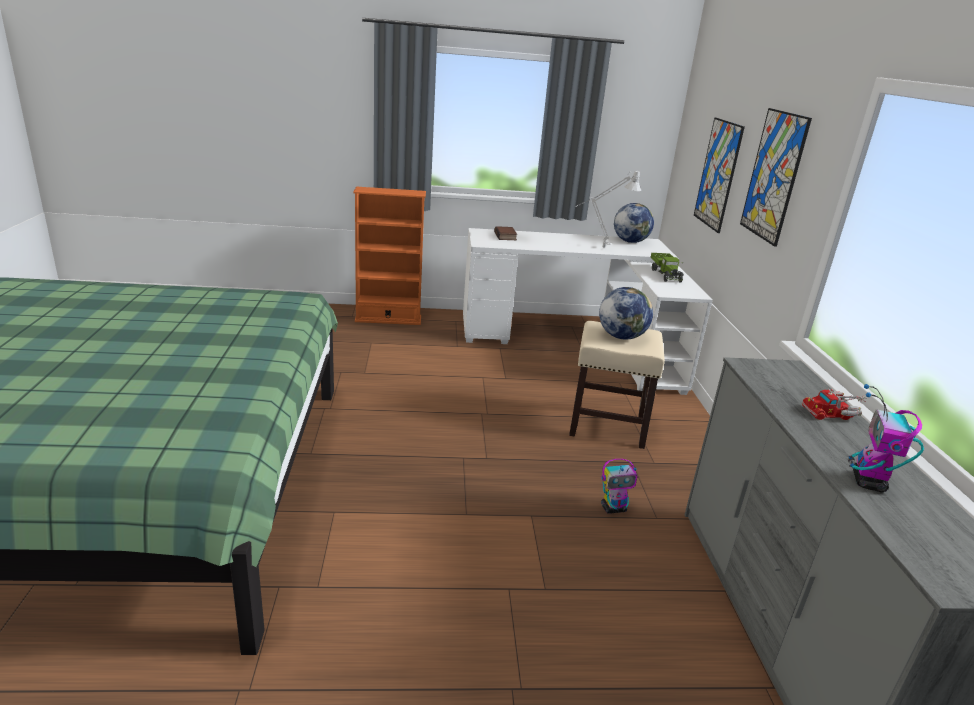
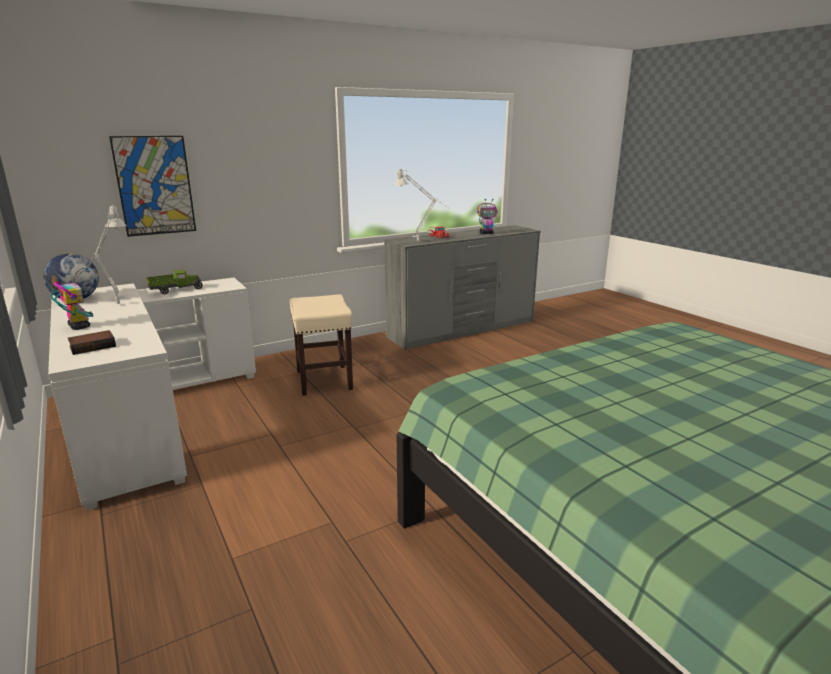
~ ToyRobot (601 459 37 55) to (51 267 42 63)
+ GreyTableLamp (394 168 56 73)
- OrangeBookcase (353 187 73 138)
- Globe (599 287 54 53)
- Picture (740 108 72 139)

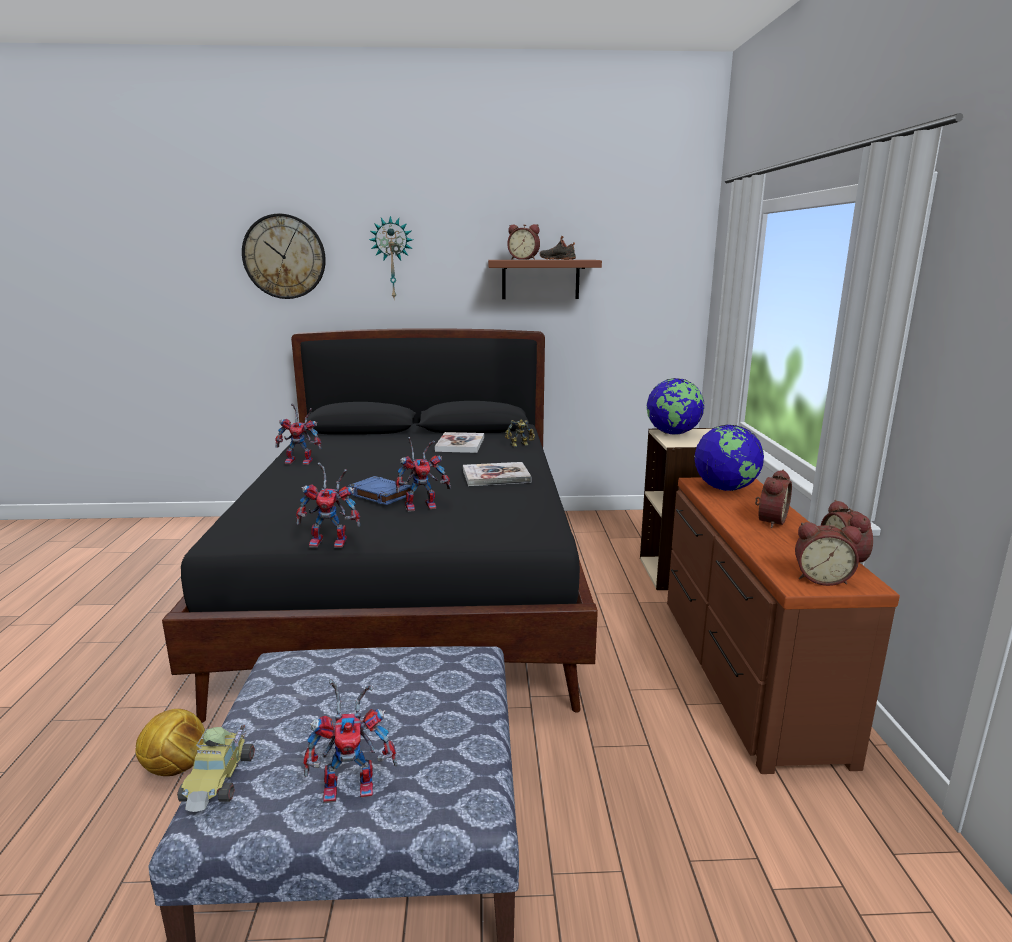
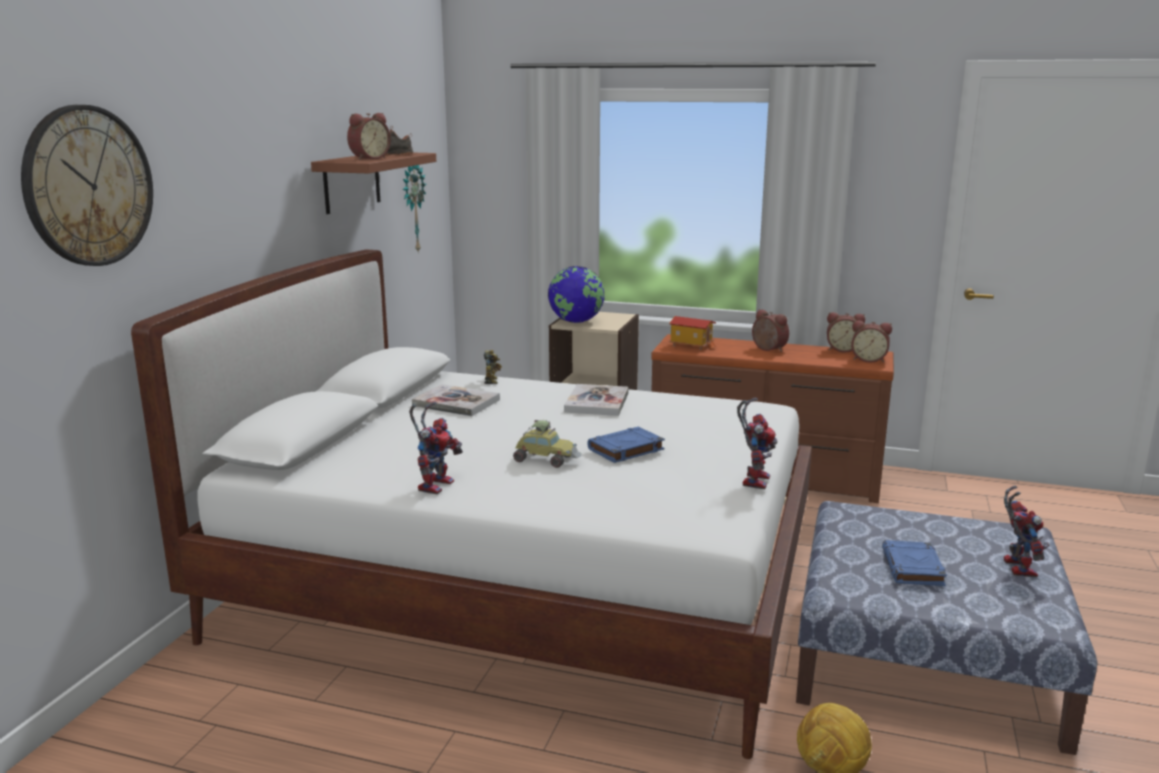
~ BlackBed (162 328 436 395) to WhiteBed (131 249 681 510)
~ WallClock (369 216 44 82) to (403 165 23 88)
~ ToyCar (177 725 78 87) to (513 420 69 48)
~ Globe (694 425 70 66) to ToyHouse (669 316 47 34)
~ AlarmClock (795 522 67 64) = (851 320 41 43) 75 degrees clockwise
+ BlueBook (882 540 65 46)
- ToyRobot (395 437 56 75)

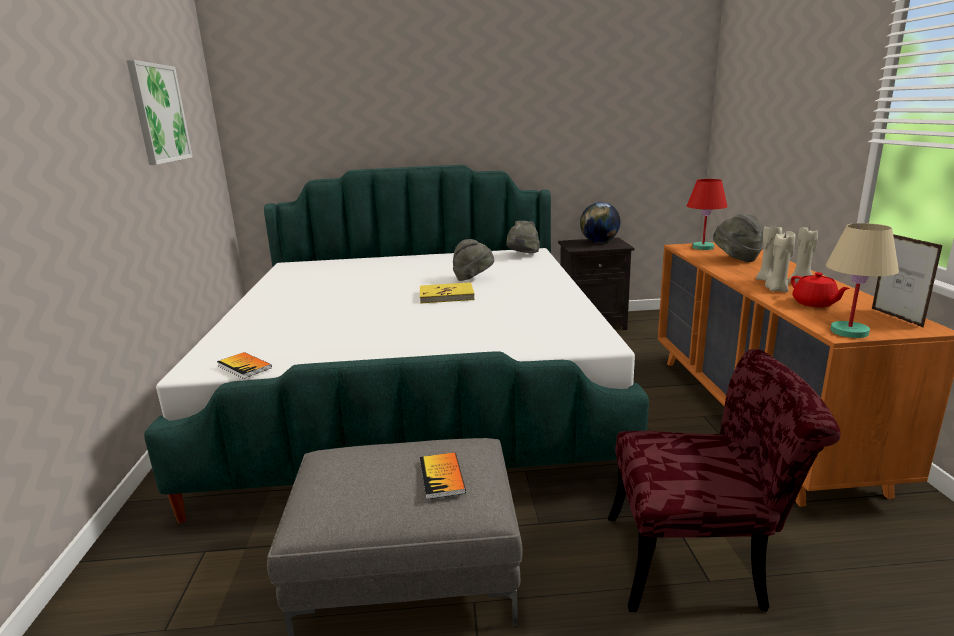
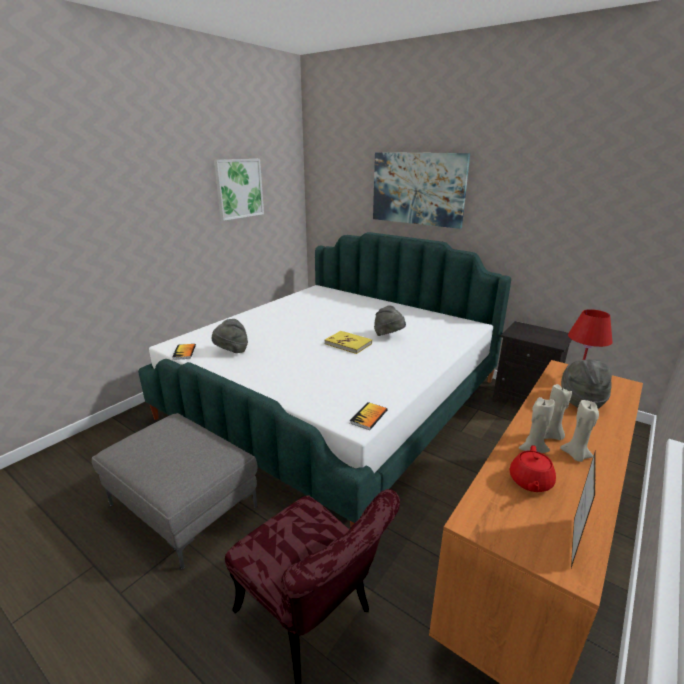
~ GreyHat (506 221 34 32) to (212 319 36 34)
~ Book (420 452 46 47) to (350 402 37 28)
+ Picture (373 152 97 77)
- Globe (580 202 40 41)
- BeigeTableLamp (826 223 73 115)

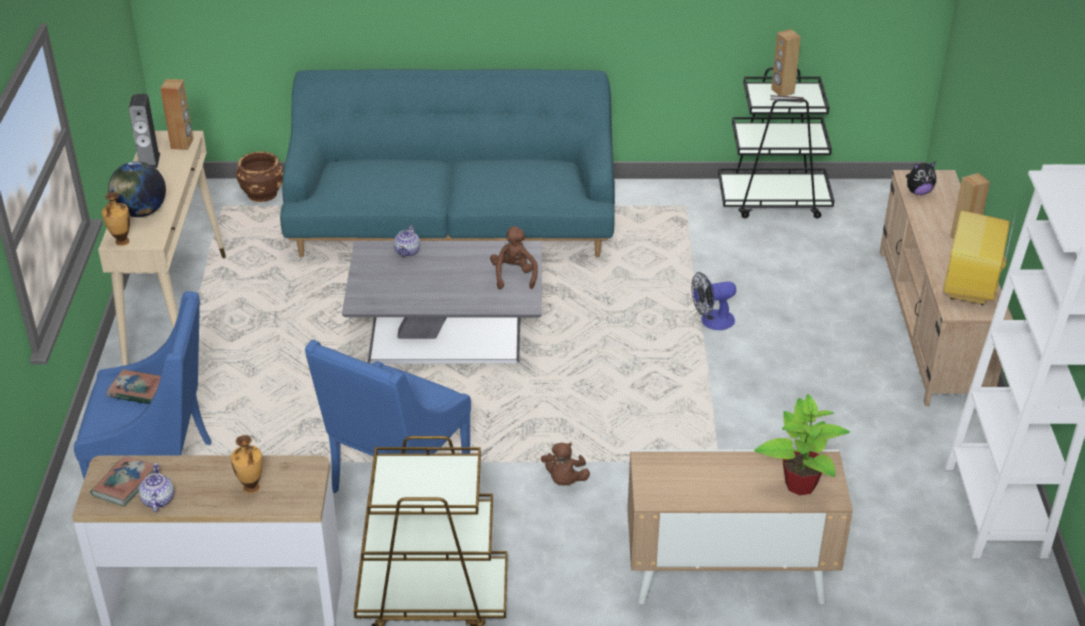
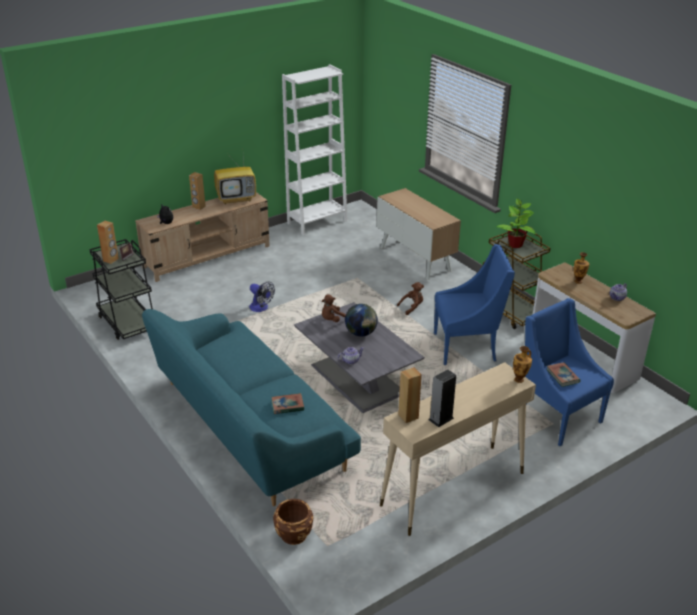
~ Book (91 455 62 52) to (271 393 33 21)
~ Globe (108 161 58 56) to (345 304 33 32)
~ PottedPlant (754 394 96 101) to (496 199 40 49)

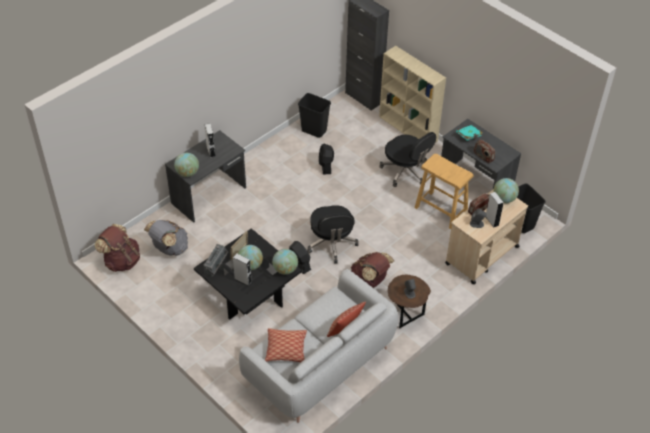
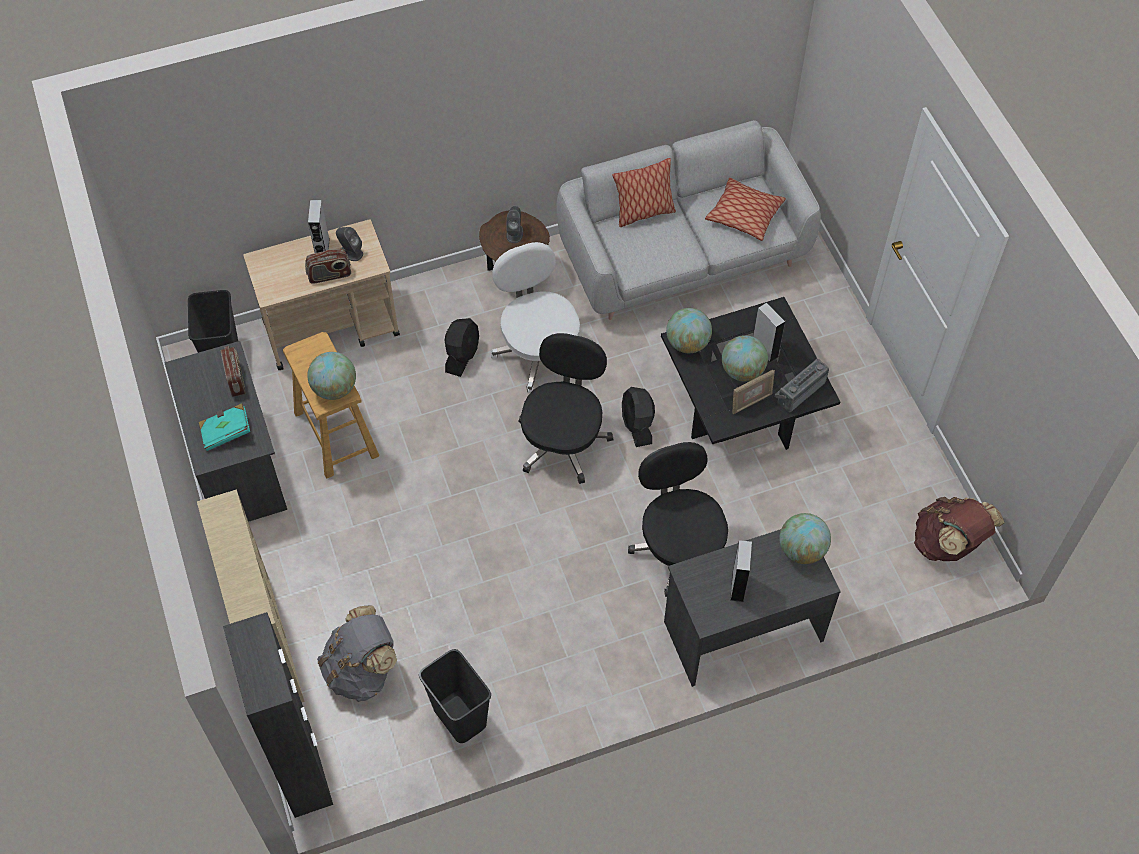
~ Globe (493 178 26 25) to (307 352 49 48)
~ GreyBackpack (144 220 44 36) to (317 605 80 97)
~ BlackFan (319 144 15 31) to (444 318 35 59)
~ BrownBackpack (351 252 43 36) to WhiteOfficeChair (491 242 89 151)
~ BlackOfficeChair (379 132 57 55) to (628 442 100 155)

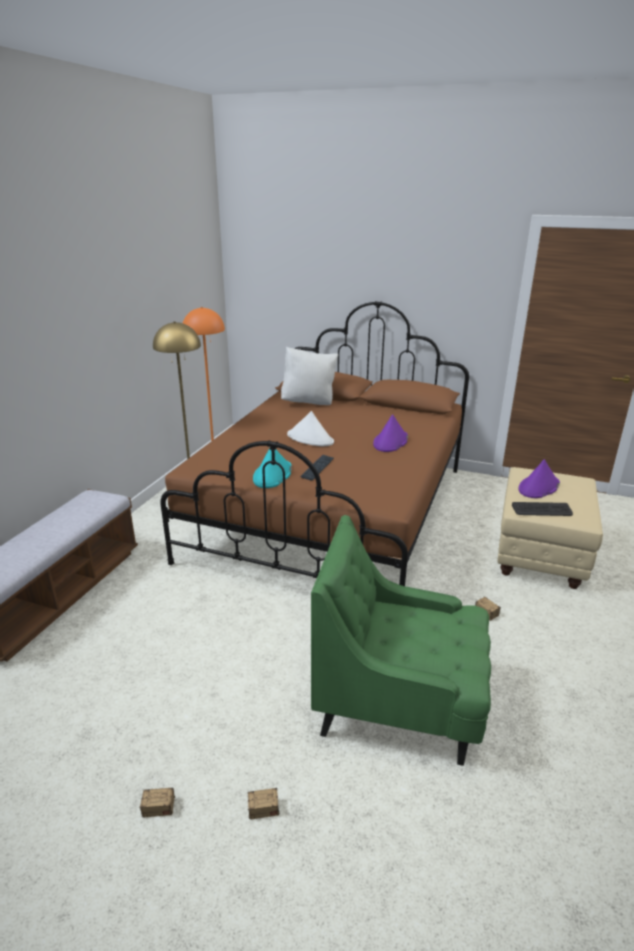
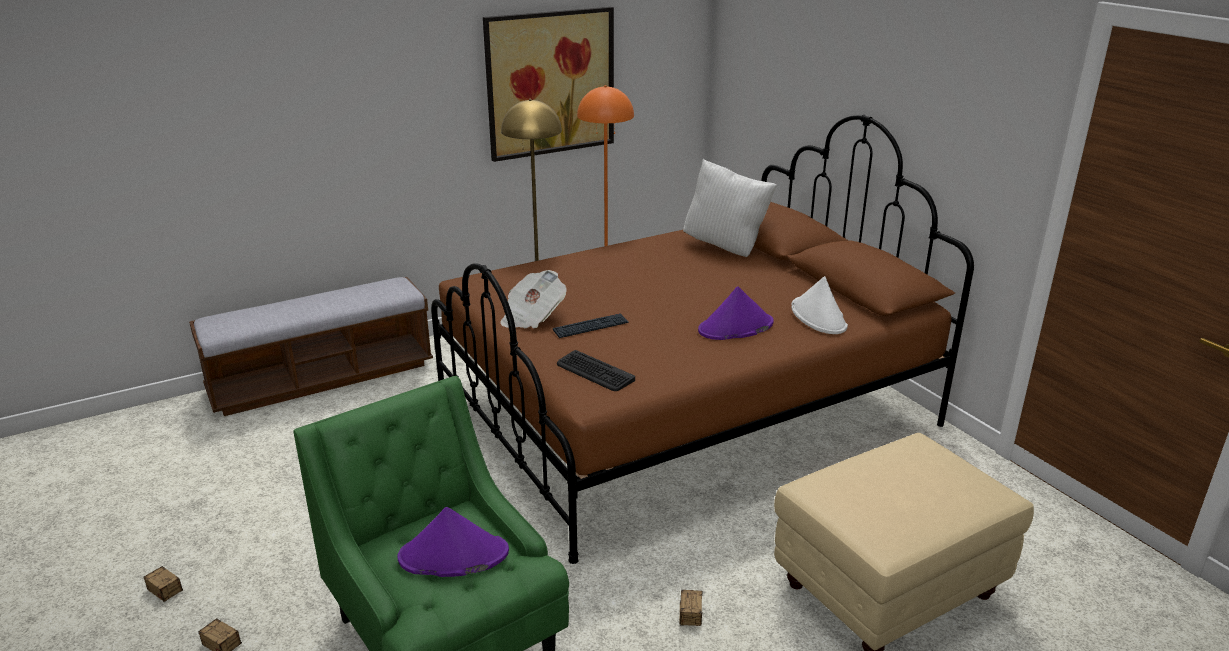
~ PurpleHat (518 459 42 39) to (397 507 112 70)
+ Picture (483 7 131 155)
~ TurquoiseHat (253 448 39 40) to Newspaper (500 270 67 59)
~ Keyboard (512 502 61 14) to (557 350 78 41)
~ WhiteHat (287 411 47 35) to (791 276 57 58)

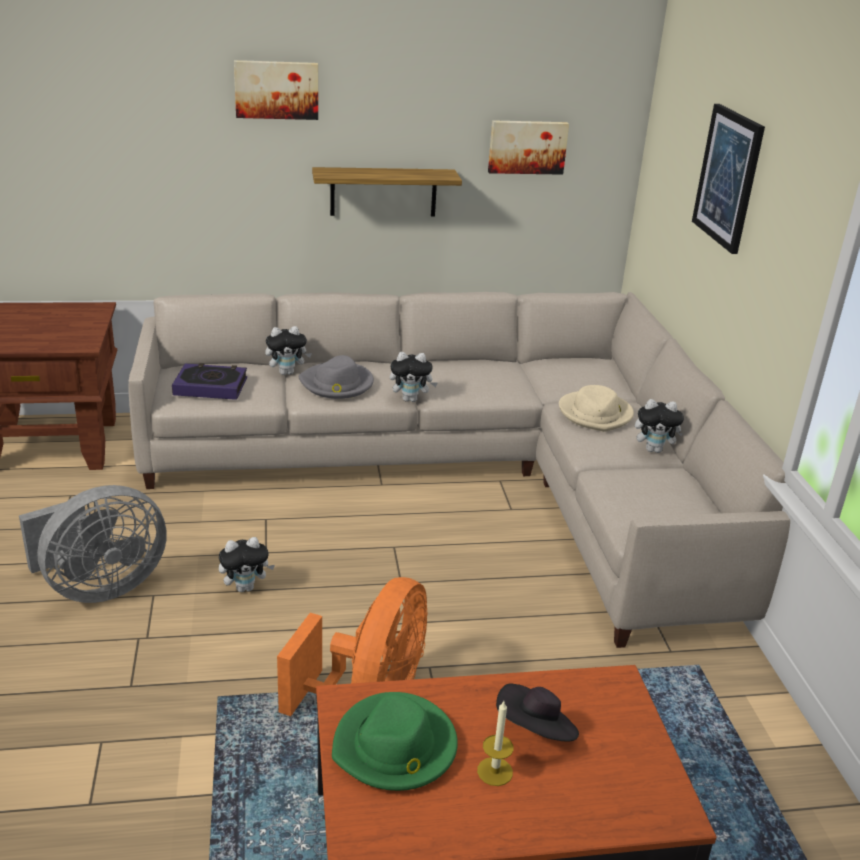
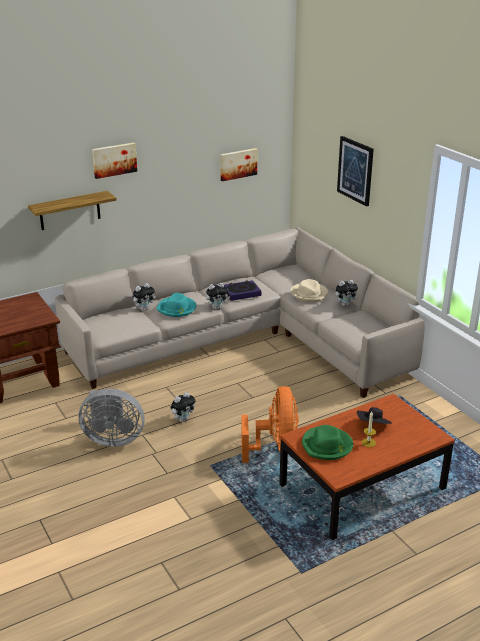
~ Shelf (312 167 150 50) to (28 191 89 39)
~ GreyFan (19 485 148 118) = (79 389 66 58) 60 degrees clockwise
~ GreyHat (298 355 76 44) to TurquoiseHat (156 293 40 24)
~ Book (172 363 75 37) to (224 280 37 21)

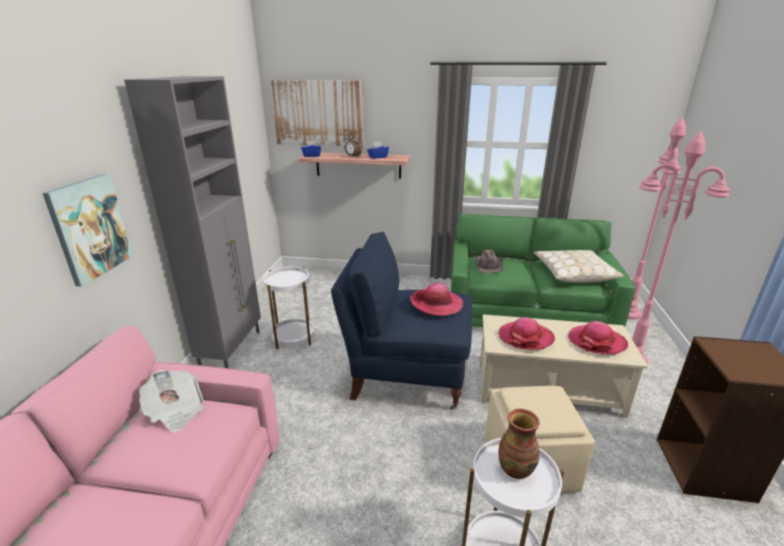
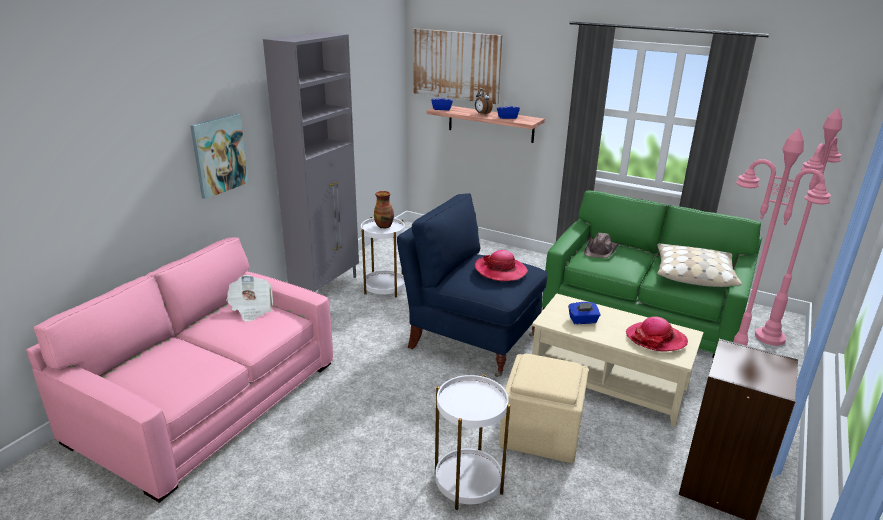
~ Vase (499 409 41 70) to (374 191 20 37)
~ Hat (498 317 57 33) to BlueTissueBox (568 302 33 22)

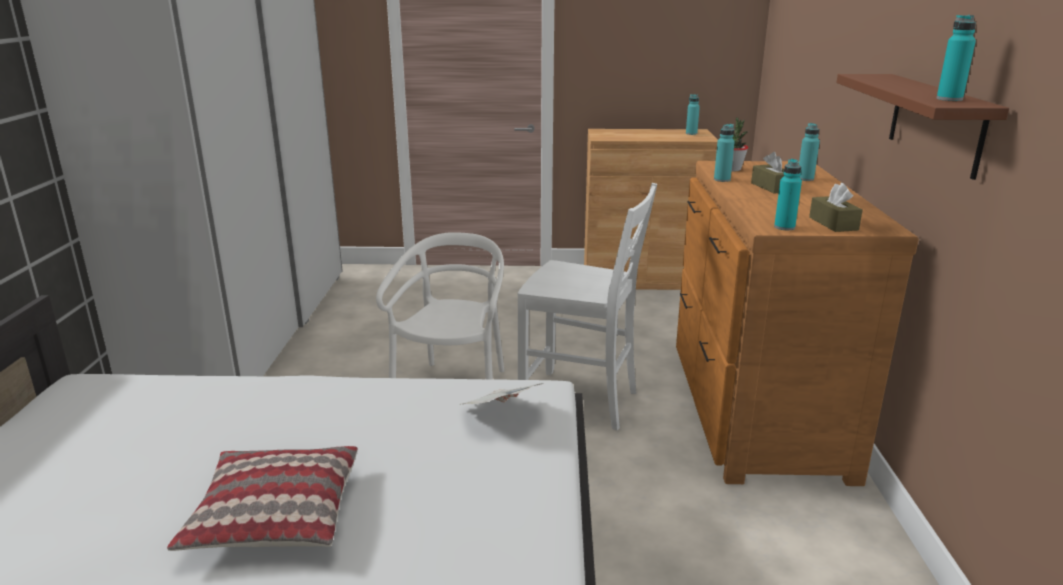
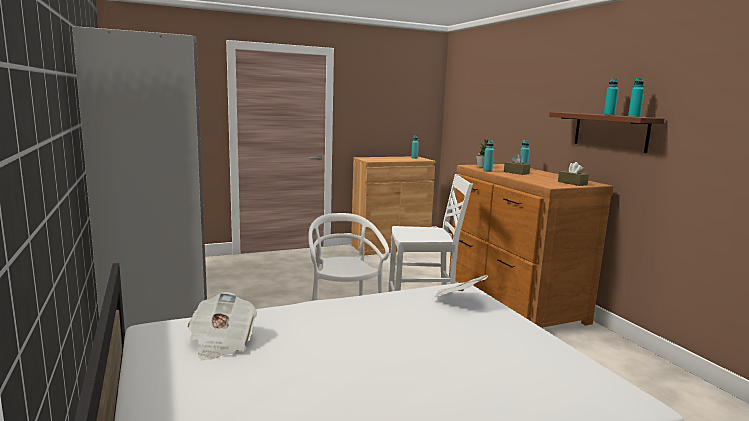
+ Newspaper (188 292 69 68)
~ TurquoiseBottle (774 159 28 71) to (604 79 15 36)
- Pillow (167 446 191 105)

